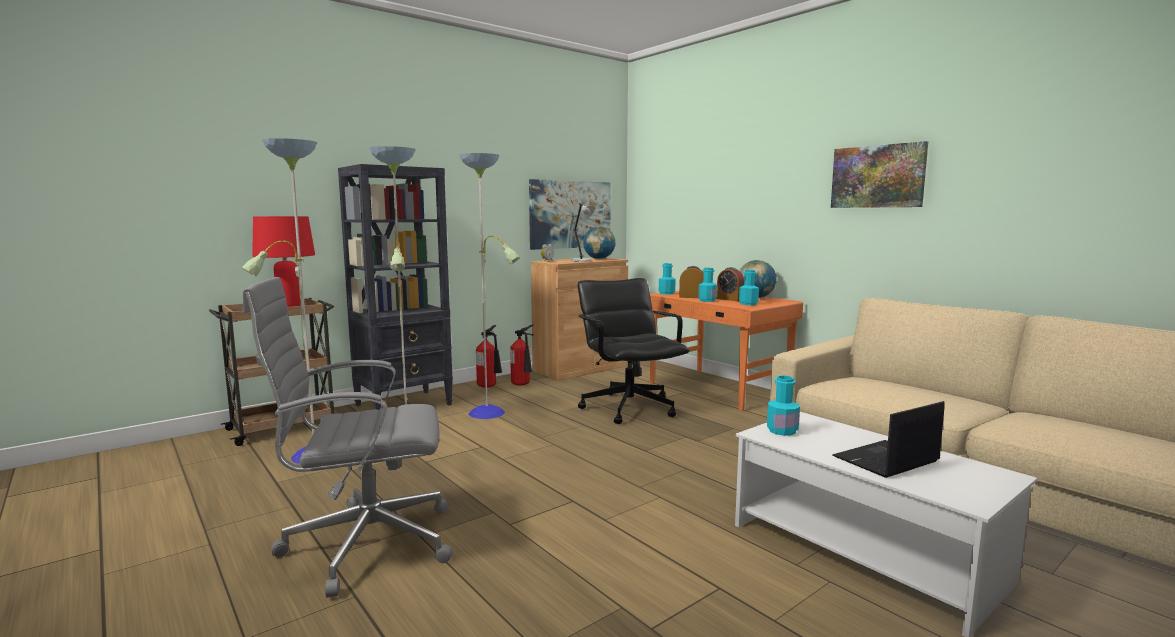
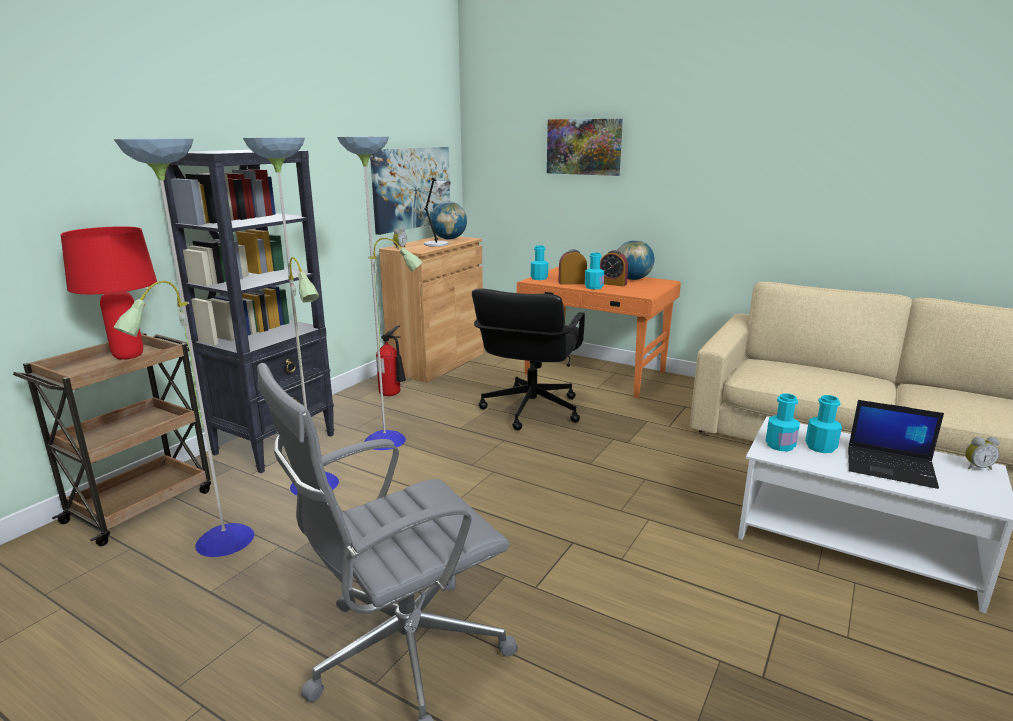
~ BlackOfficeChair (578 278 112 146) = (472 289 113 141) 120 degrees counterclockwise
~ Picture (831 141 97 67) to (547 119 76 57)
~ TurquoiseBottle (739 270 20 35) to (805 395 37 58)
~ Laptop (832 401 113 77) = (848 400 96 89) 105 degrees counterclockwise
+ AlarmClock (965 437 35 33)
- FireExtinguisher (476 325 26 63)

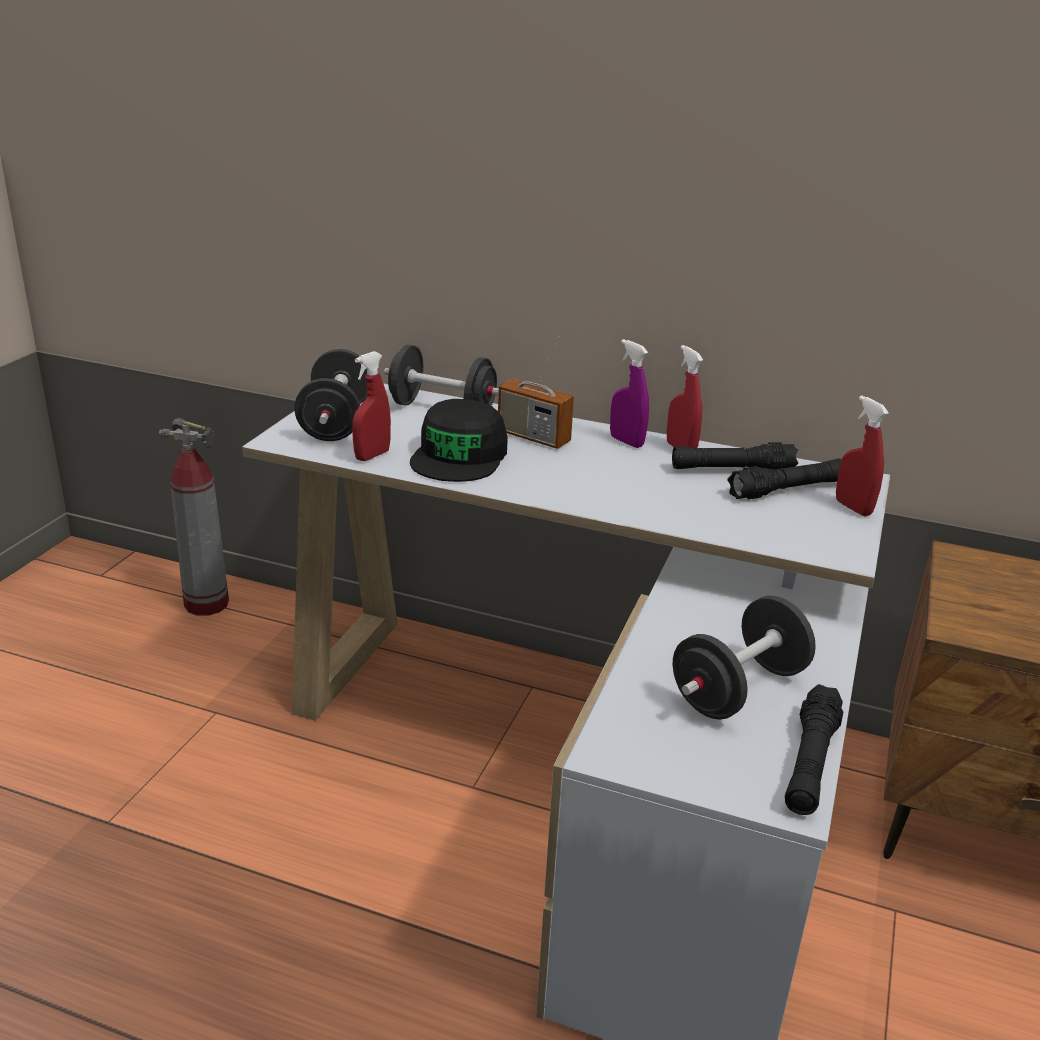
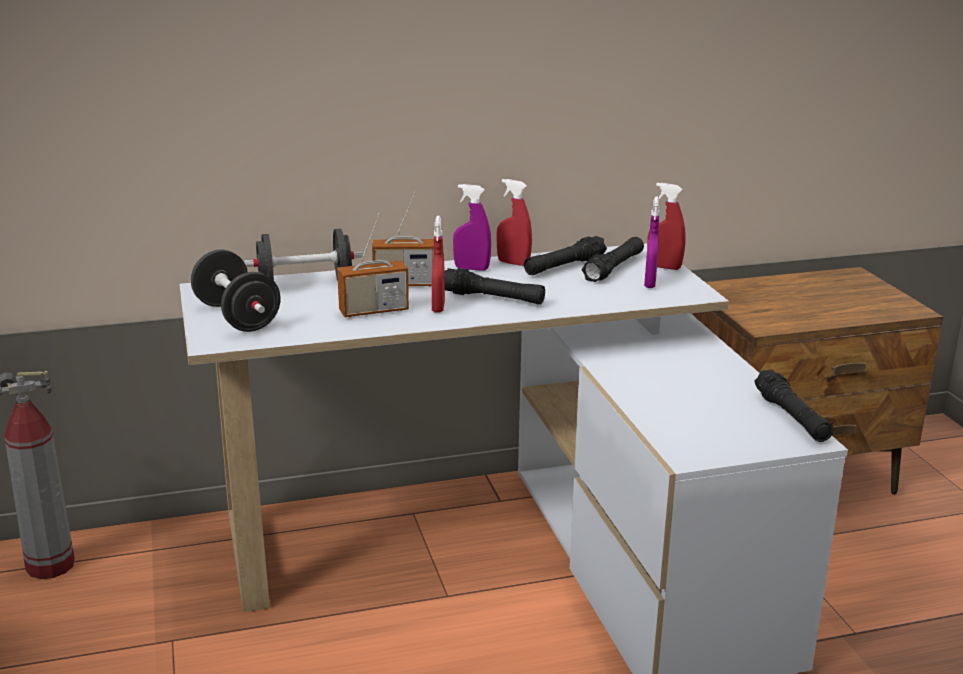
~ BlackCap (410 399 98 83) to Radio (337 213 72 104)
~ RedSprayBottle (352 351 39 110) to (432 216 13 97)
+ BlackFlashlight (444 268 101 36)
+ PurpleSprayBottle (644 196 15 92)
- BlackDumbbell (673 596 143 124)

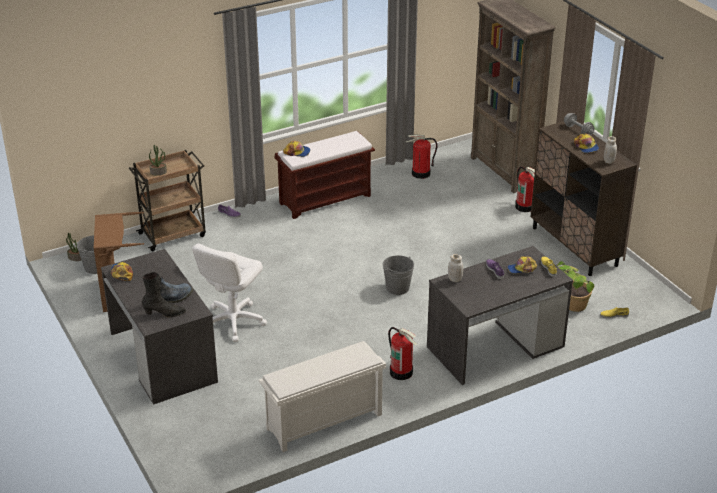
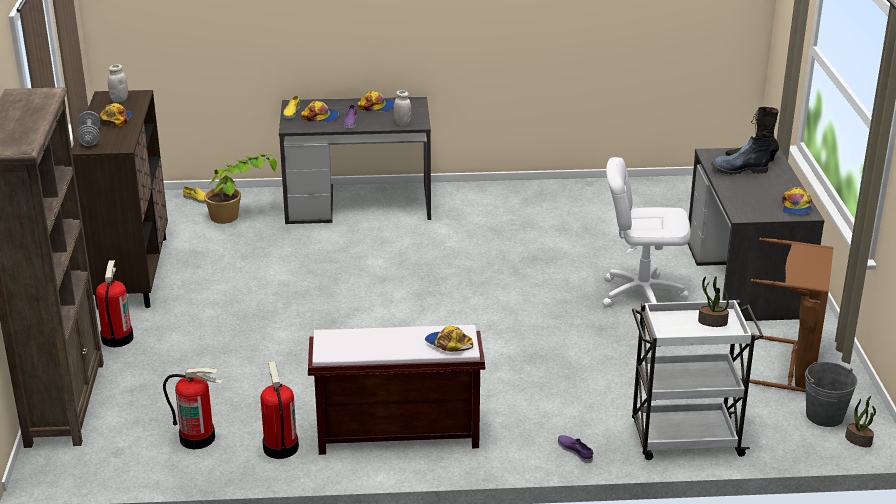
~ FireExtinguisher (388 327 29 53) to (260 361 39 98)
+ Cap (357 91 37 21)
~ WhiteOfficeChair (192 243 75 99) = (602 157 89 150) 135 degrees counterclockwise
~ BrownCart (129 150 77 101) to WhiteCart (632 300 132 160)
- WhiteShoeRack (259 341 127 111)
- GreyBucket (383 255 31 40)

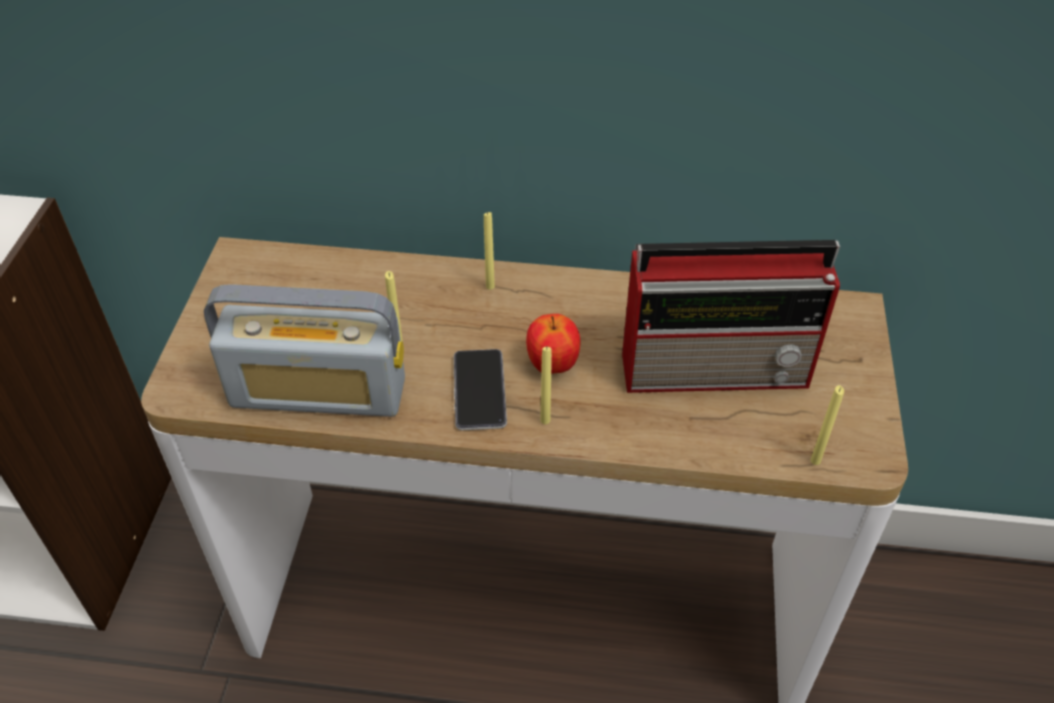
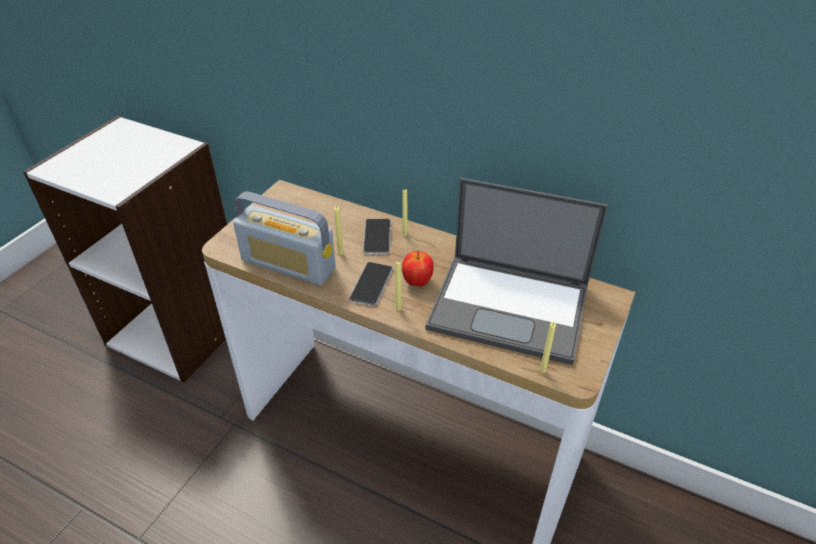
+ Phone (363 219 28 35)
~ Radio (622 240 218 153) to Laptop (426 178 182 187)

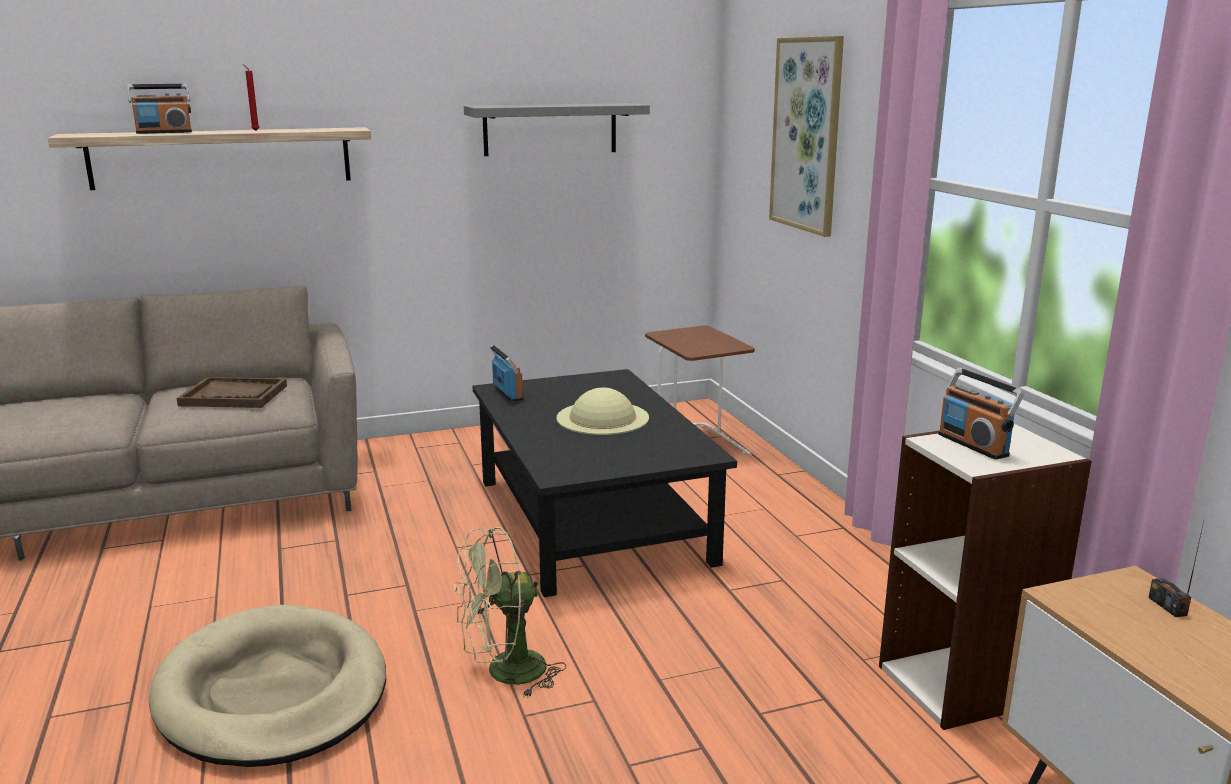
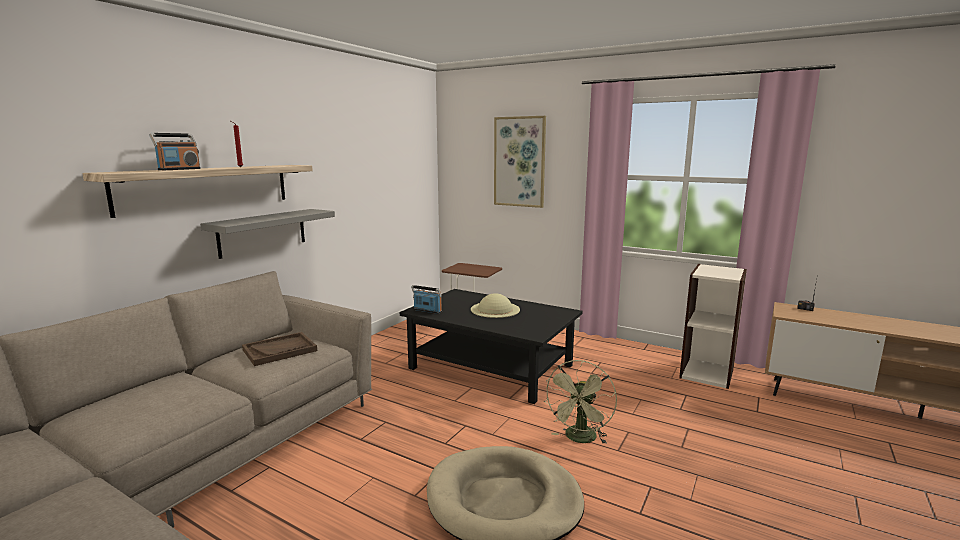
~ GreyShelf (464 103 186 53) to (200 209 135 50)
- Radio (938 368 87 92)

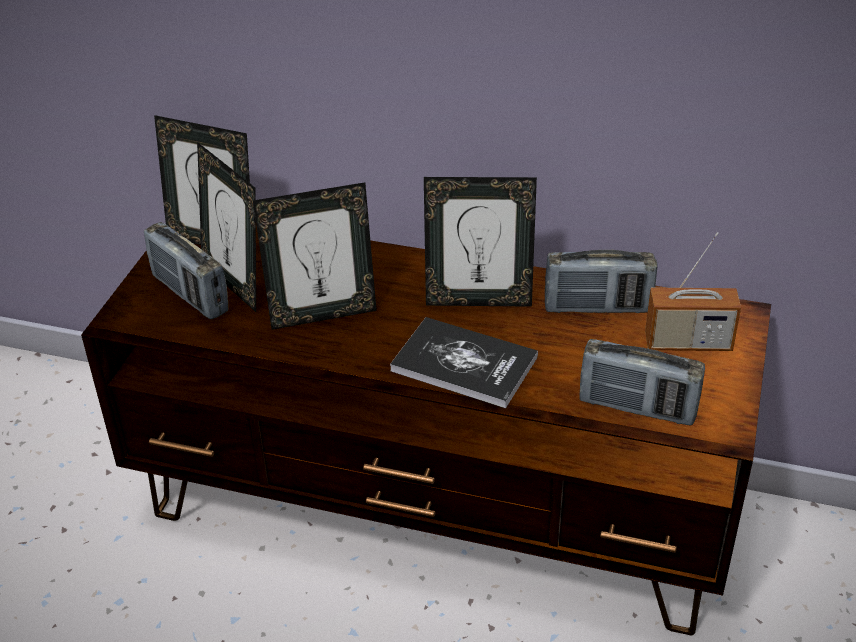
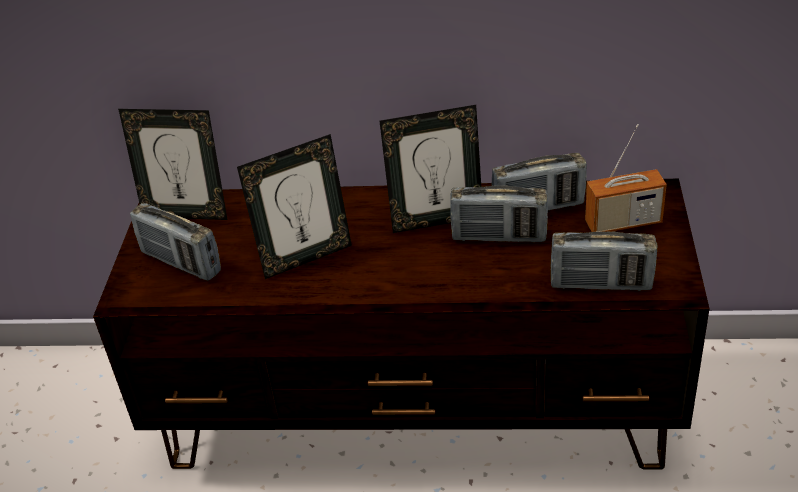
+ Radio (450 186 98 57)
- PictureFrame (197 142 59 170)
- Book (390 317 148 91)

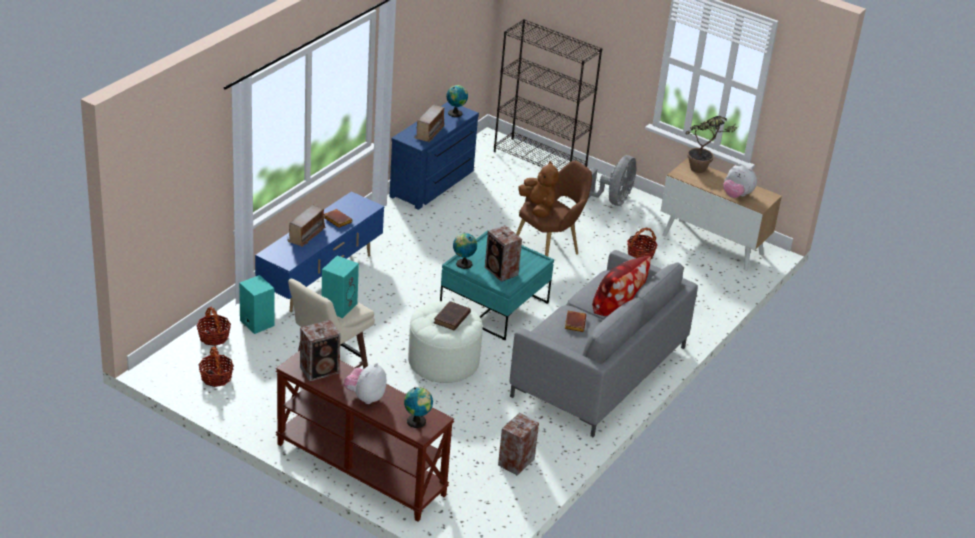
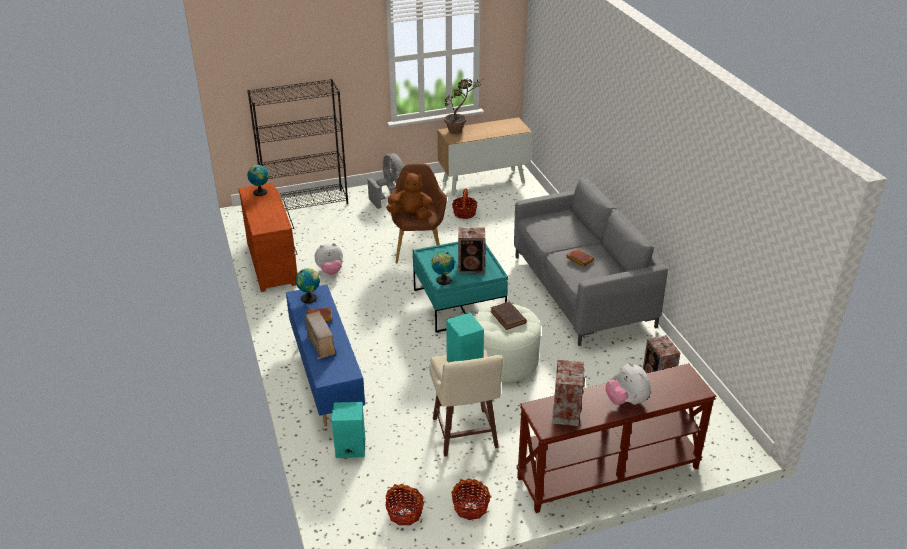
~ BlueDresser (389 102 90 108) to BrownDresser (238 183 60 109)
~ Globe (404 387 29 41) to (296 268 24 35)
~ PlushToy (723 163 34 35) to (315 243 28 32)
~ Basket (197 306 34 40) to (451 478 40 42)
- Radio (414 104 31 38)
- Pillow (592 256 59 60)

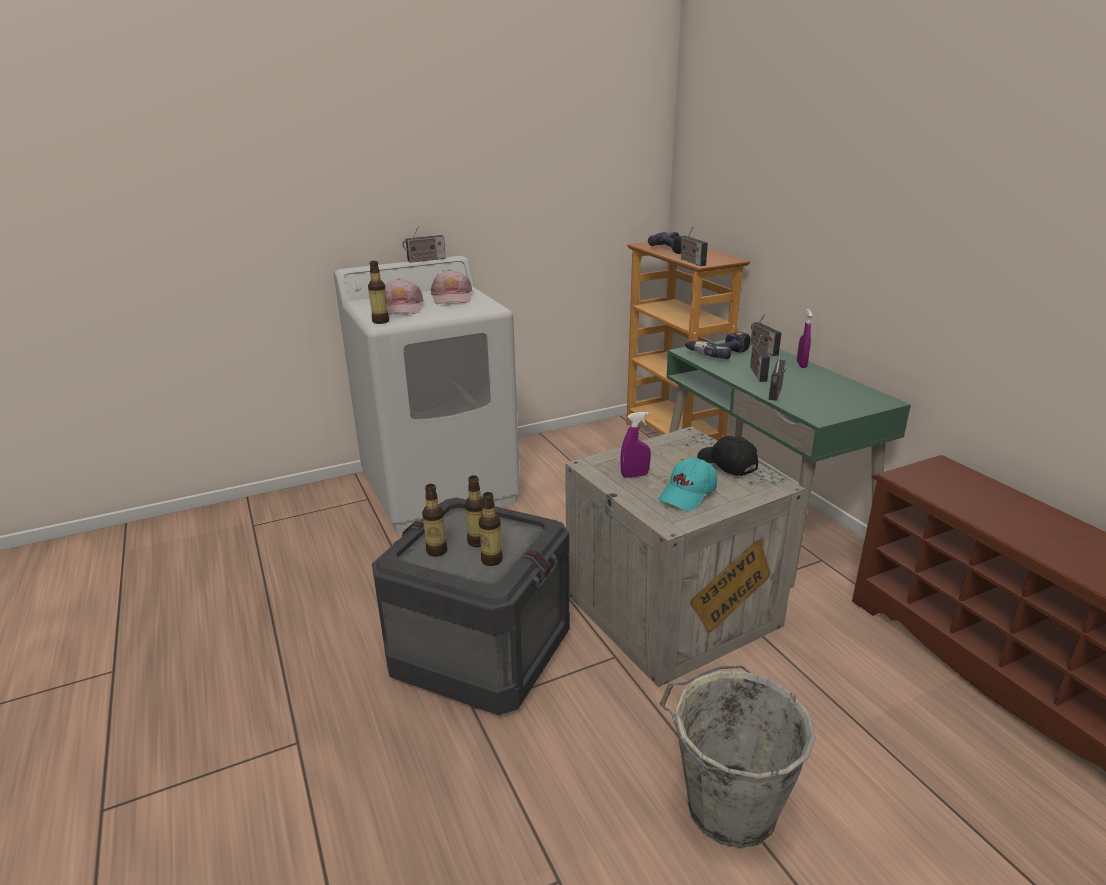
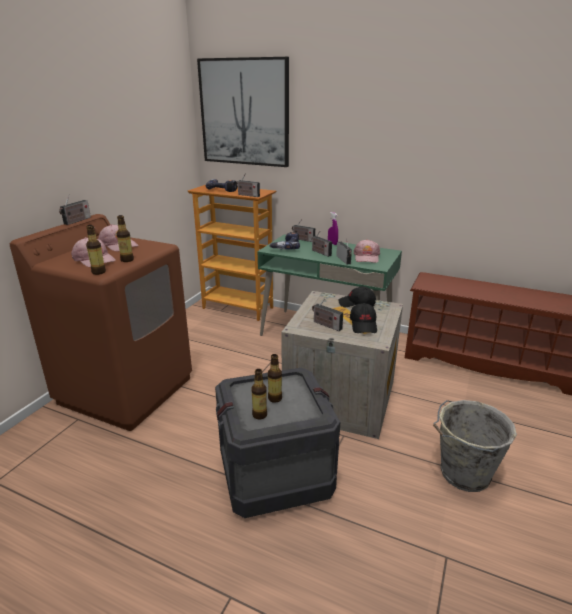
~ WhiteWashingMachine (334 256 186 276) to BrownWashingMachine (10 214 182 217)
~ Bottle (479 492 24 74) to (117 215 17 47)
+ Picture (197 57 92 110)
~ PurpleSprayBottle (620 412 31 66) to Radio (312 298 31 33)
~ TurquoiseCap (659 458 58 53) to BlackCap (350 303 27 30)
+ PinkCap (353 239 27 24)

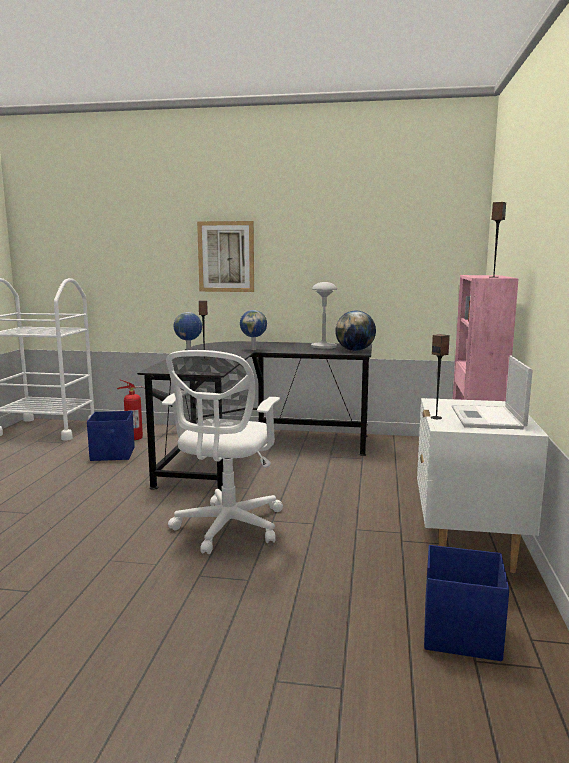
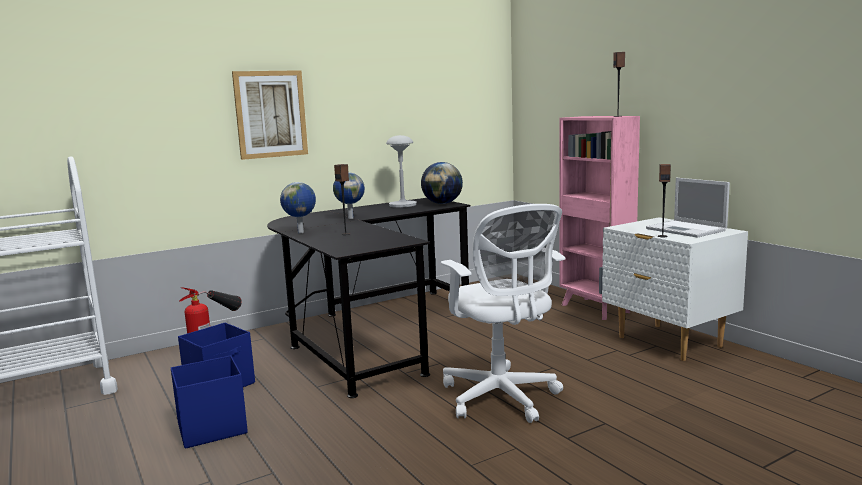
~ BlueStorageBox (424 545 85 116) to (171 355 77 94)

